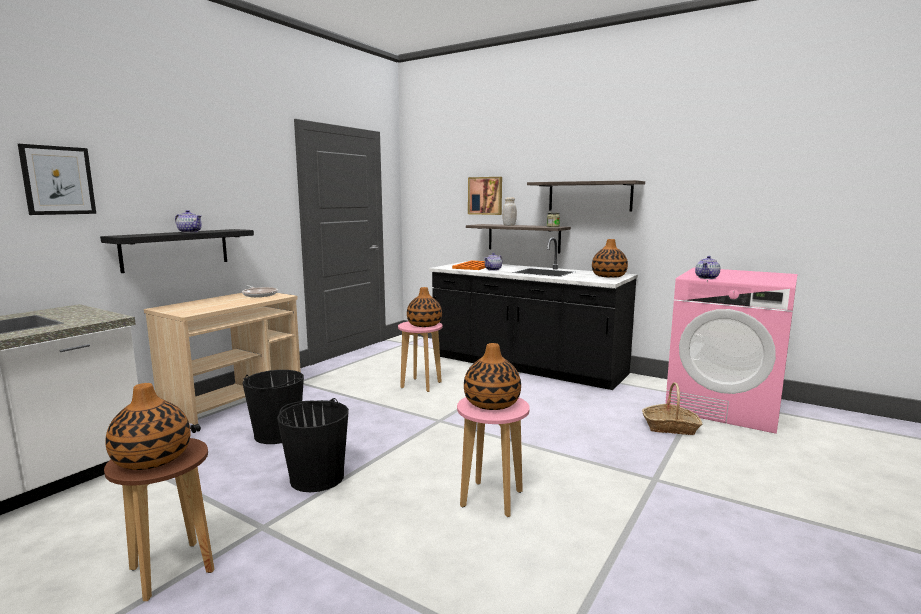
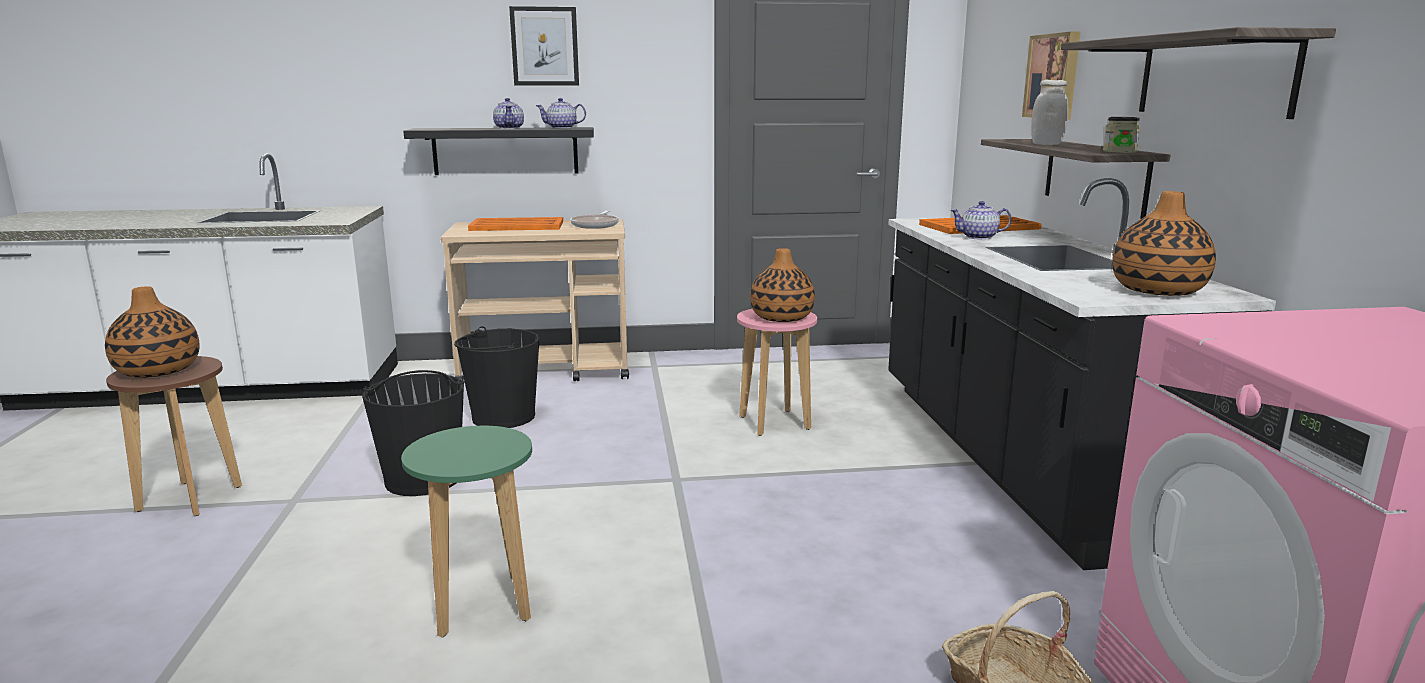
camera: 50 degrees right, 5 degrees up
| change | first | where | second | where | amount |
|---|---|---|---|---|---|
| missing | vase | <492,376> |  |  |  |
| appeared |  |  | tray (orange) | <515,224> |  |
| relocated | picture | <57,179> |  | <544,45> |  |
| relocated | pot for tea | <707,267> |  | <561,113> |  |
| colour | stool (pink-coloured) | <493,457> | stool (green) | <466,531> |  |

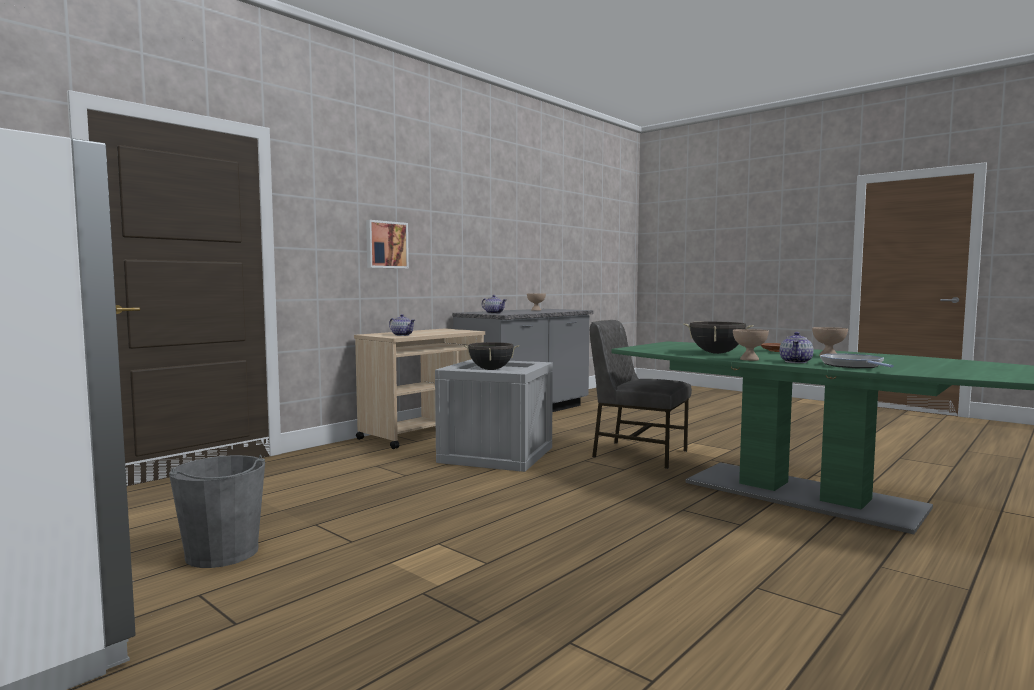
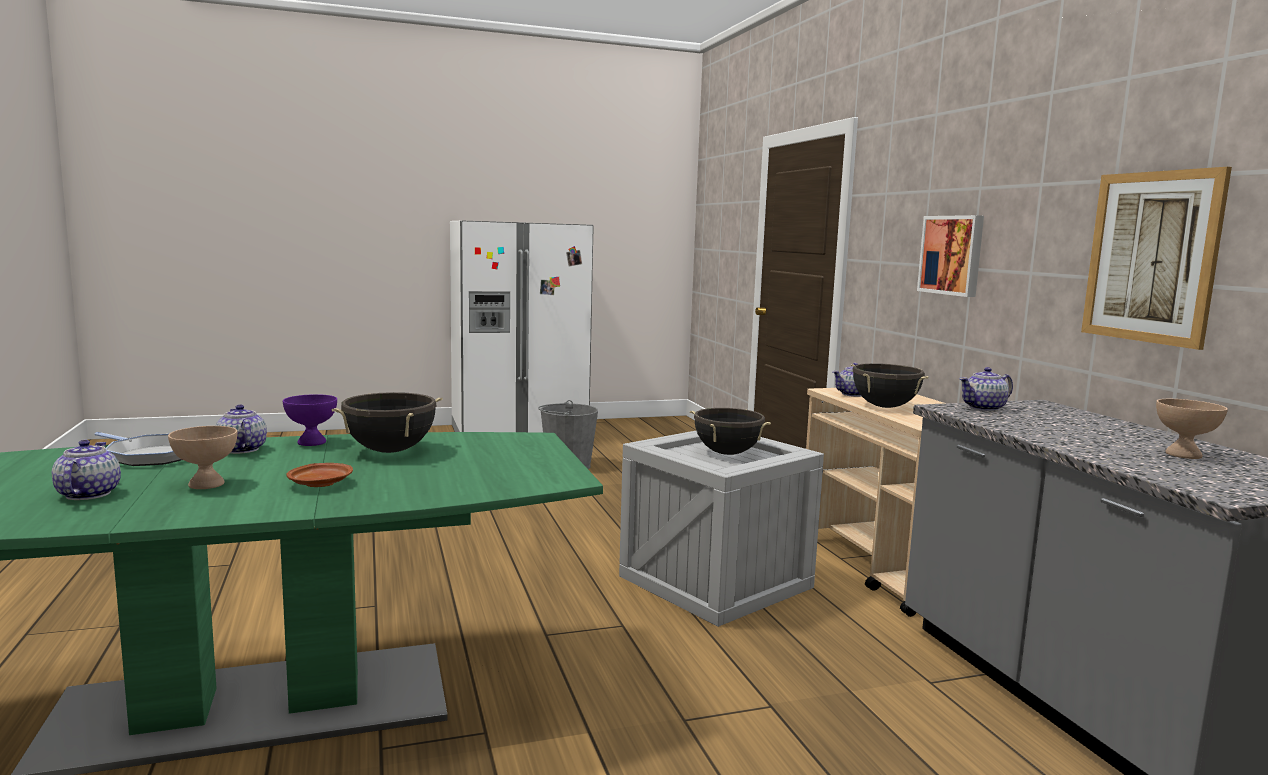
camera: 120 degrees right, 5 degrees up
| change | first | where | second | where | amount |
|---|---|---|---|---|---|
| missing | chair (greyish) | <641,394> |  |  |  |
| appeared |  |  | pot for tea | <86,470> |  |
| appeared |  |  | cooking pot (black) | <889,385> |  |
| appeared |  |  | picture | <1156,258> |  |
| colour | bowl (beige-coloured) | <751,345> | bowl (purple-coloured) | <310,420> |  |

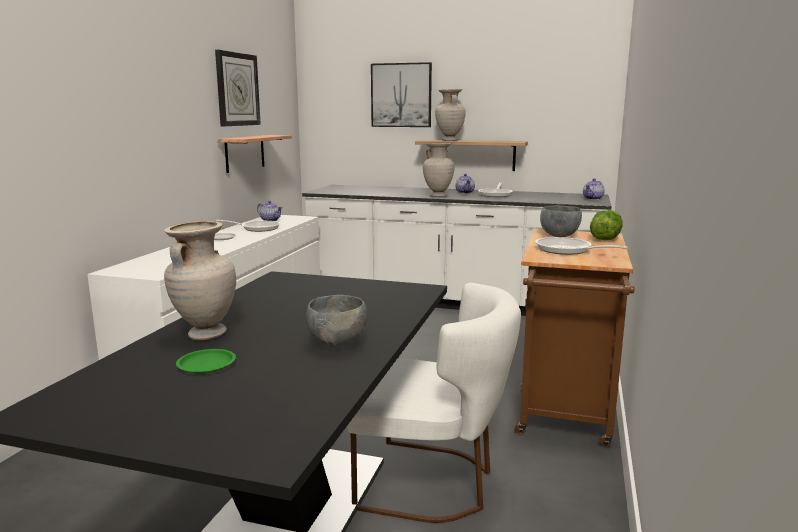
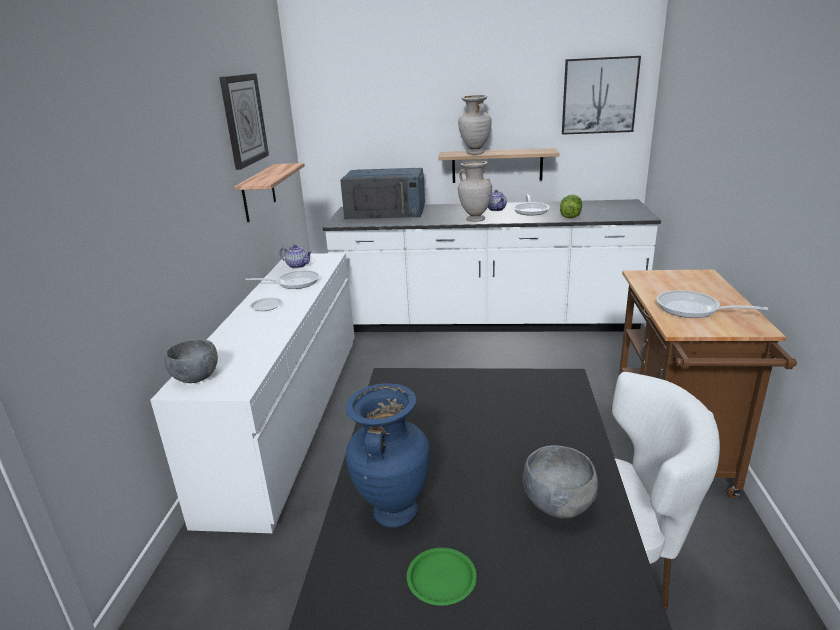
camera: 10 degrees left, 10 degrees up
| change | first | where | second | where | amount |
|---|---|---|---|---|---|
| missing | pot for tea | <594,189> |  |  |  |
| appeared |  |  | microwave oven (blue) | <382,193> |  |
| relocated | picture | <401,94> |  | <601,95> |  |
| relocated | bowl (greyish) | <561,221> |  | <191,361> |  |
| relocated | lettuce head | <606,225> |  | <571,206> |  |
| colour | vase (beige-coloured) | <200,280> | vase (blue) | <388,455> |  |

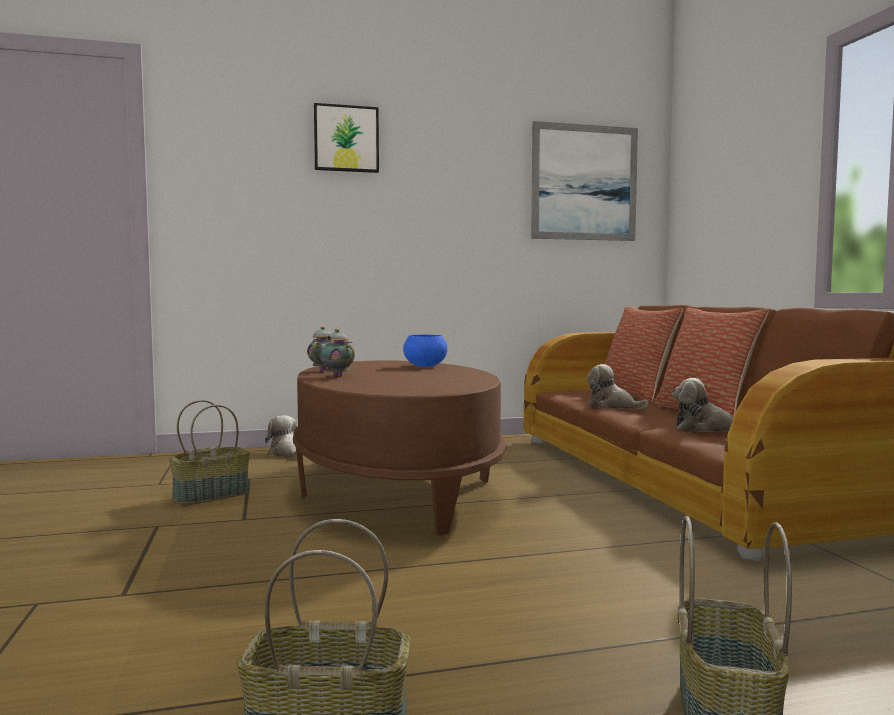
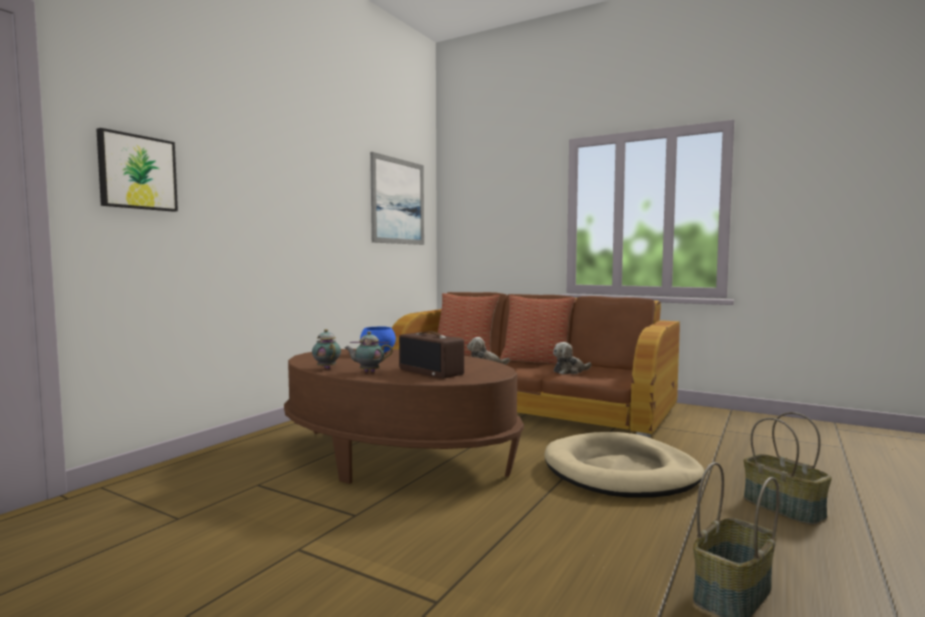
camera: 45 degrees left, 0 degrees up
| change | first | where | second | where | amount |
|---|---|---|---|---|---|
| missing | household basket | <209,452> |  |  |  |
| missing | soft toy | <281,436> |  |  |  |
| appeared |  |  | radio receiver | <431,355> |  |
| appeared |  |  | dog cushion (beige-coloured) | <624,465> |  |
| relocated | picture | <346,138> |  | <137,170> |  |

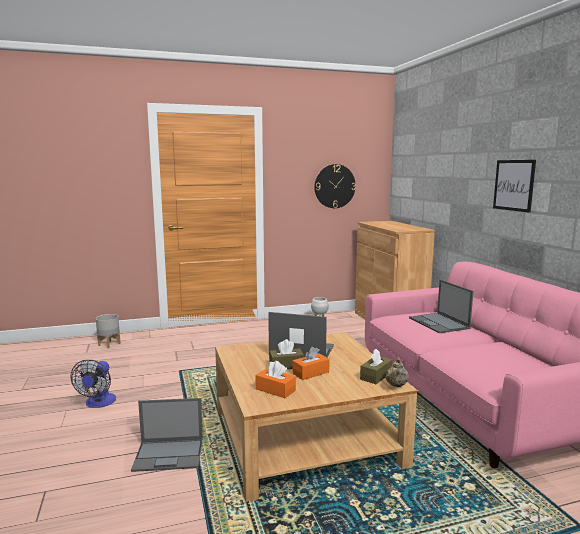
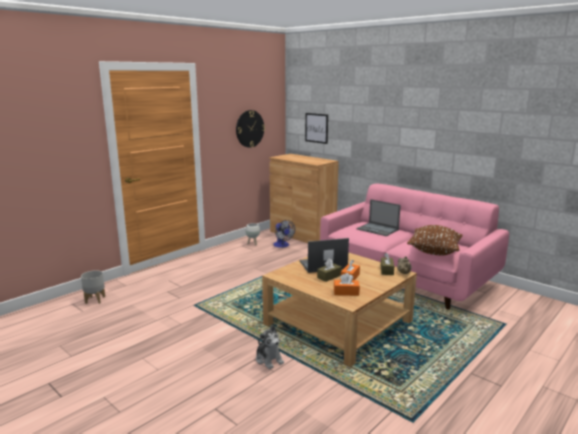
camera: 30 degrees left, 5 degrees up
| change | first | where | second | where | amount |
|---|---|---|---|---|---|
| appeared |  |  | throw pillow (brownish) | <435,240> |  |
| relocated | cooling fan | <93,384> |  | <284,234> |  |
| relocated | picture | <514,186> |  | <316,128> |  |
| exchanged | laptop | <167,435> | soft toy | <270,347> |  |

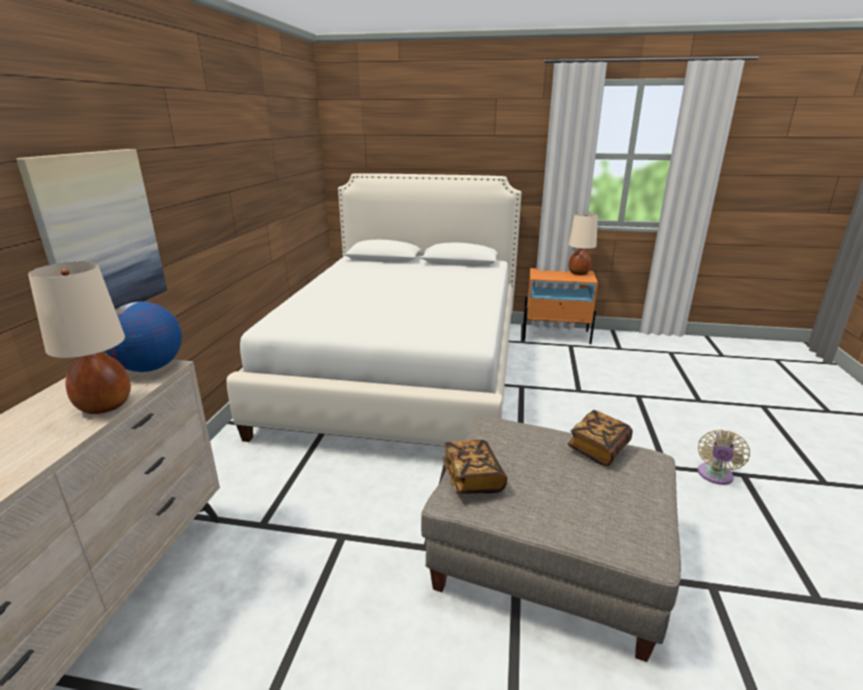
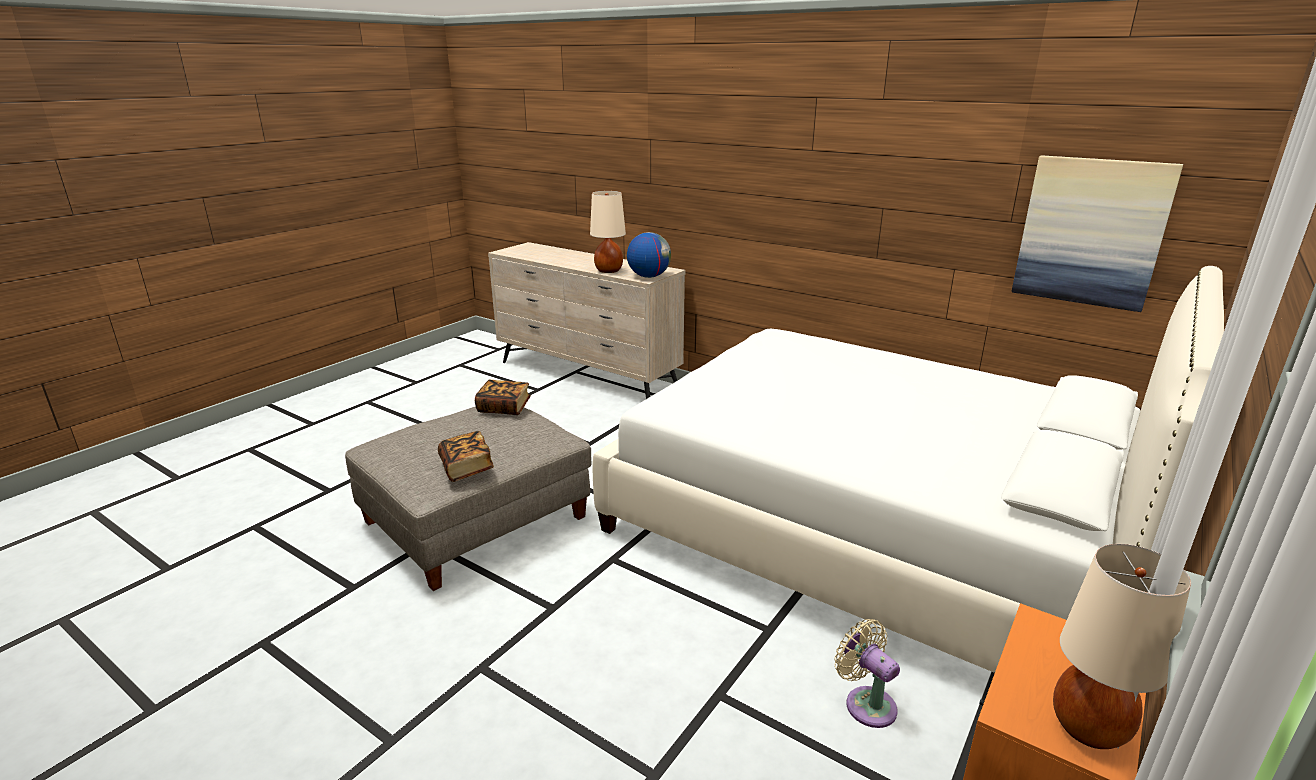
camera: 115 degrees right, 0 degrees up
| change | first | where | second | where | amount |
|---|---|---|---|---|---|
| relocated | picture | <91,229> |  | <1097,233> |  |
| relocated | cooling fan (beige-coloured) | <724,457> |  | <867,673> |  |

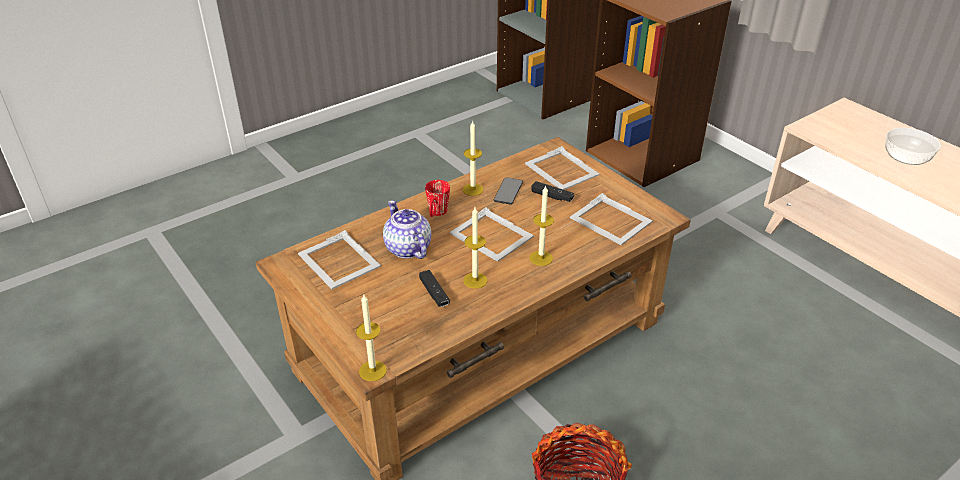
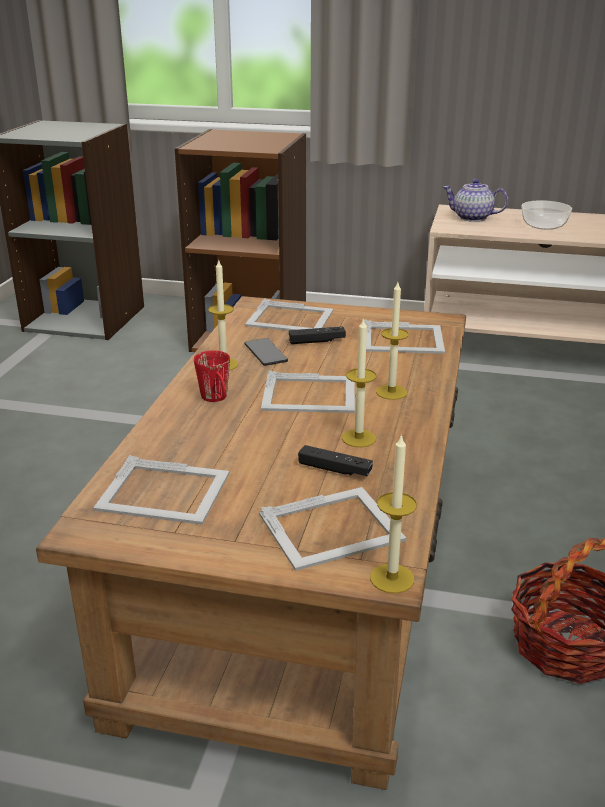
camera: 40 degrees left, 10 degrees down
| change | first | where | second | where | amount |
|---|---|---|---|---|---|
| appeared |  |  | photo frame | <332,529> |  |
| relocated | pot for tea | <407,229> |  | <475,200> |  |

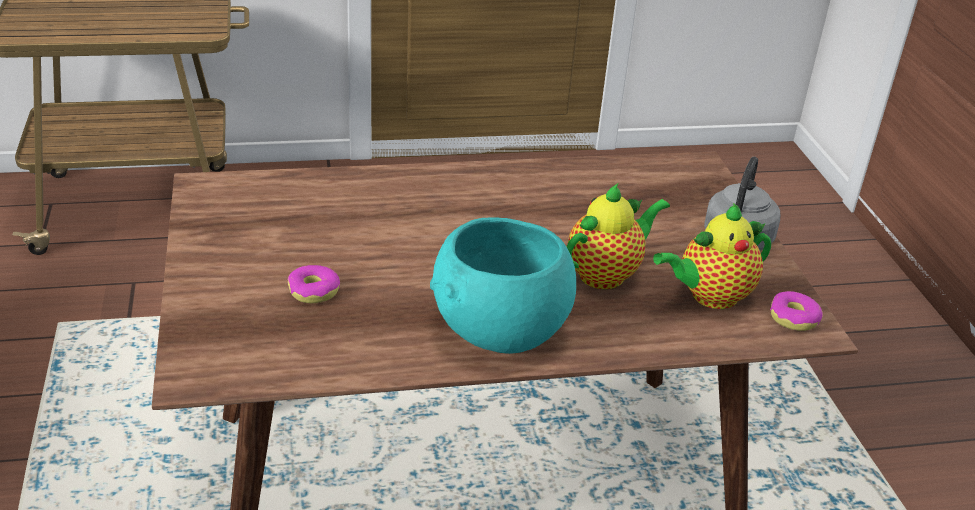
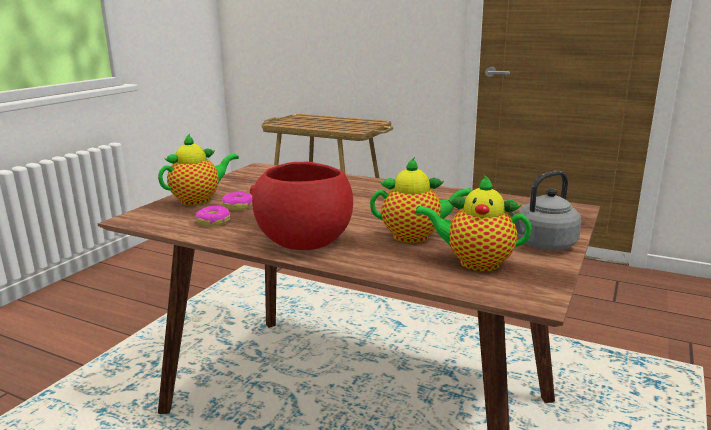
camera: 40 degrees right, 15 degrees down
| change | first | where | second | where | amount |
|---|---|---|---|---|---|
| appeared |  |  | pot for tea | <198,169> |  |
| relocated | ring doughnut | <796,311> |  | <213,216> |  |
| colour | bowl (blue-green) | <503,286> | bowl (red-coloured) | <301,205> |  |

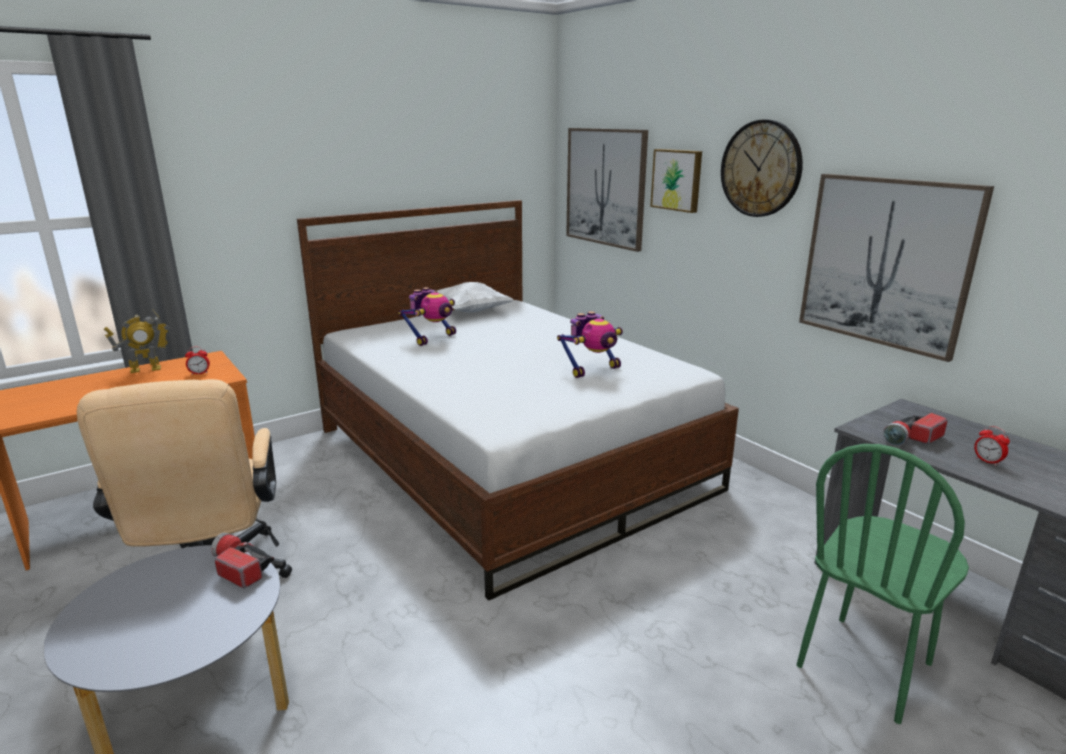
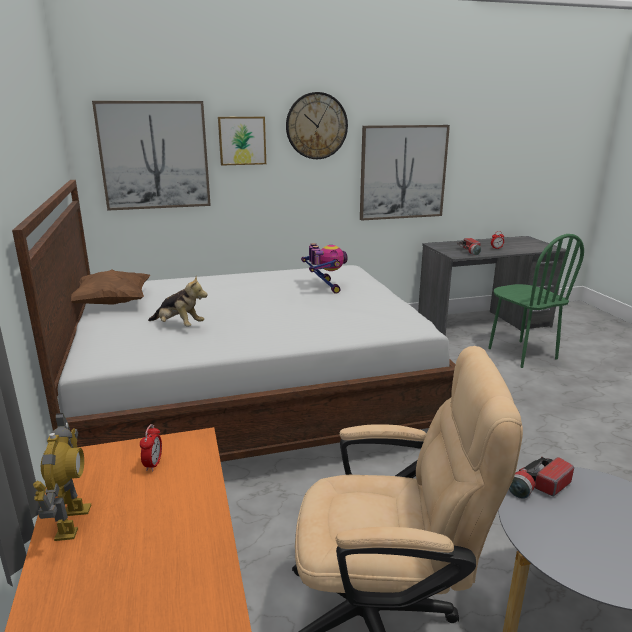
camera: 70 degrees left, 0 degrees up
| change | first | where | second | where | amount |
|---|---|---|---|---|---|
| exchanged | toy robot | <427,316> | soft toy | <178,301> |  |
| colour | throw pillow (white) | <475,297> | throw pillow (brownish) | <110,287> |  |

